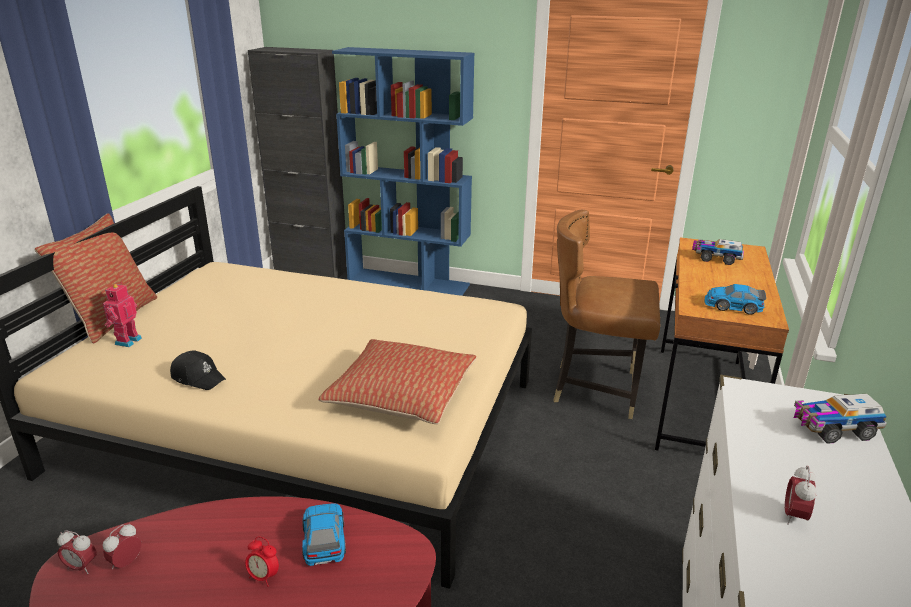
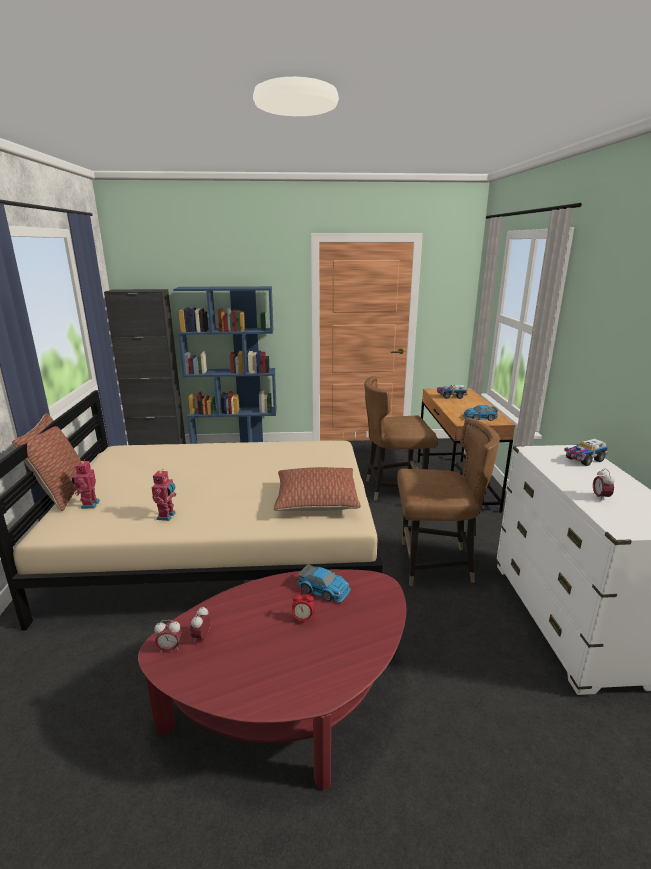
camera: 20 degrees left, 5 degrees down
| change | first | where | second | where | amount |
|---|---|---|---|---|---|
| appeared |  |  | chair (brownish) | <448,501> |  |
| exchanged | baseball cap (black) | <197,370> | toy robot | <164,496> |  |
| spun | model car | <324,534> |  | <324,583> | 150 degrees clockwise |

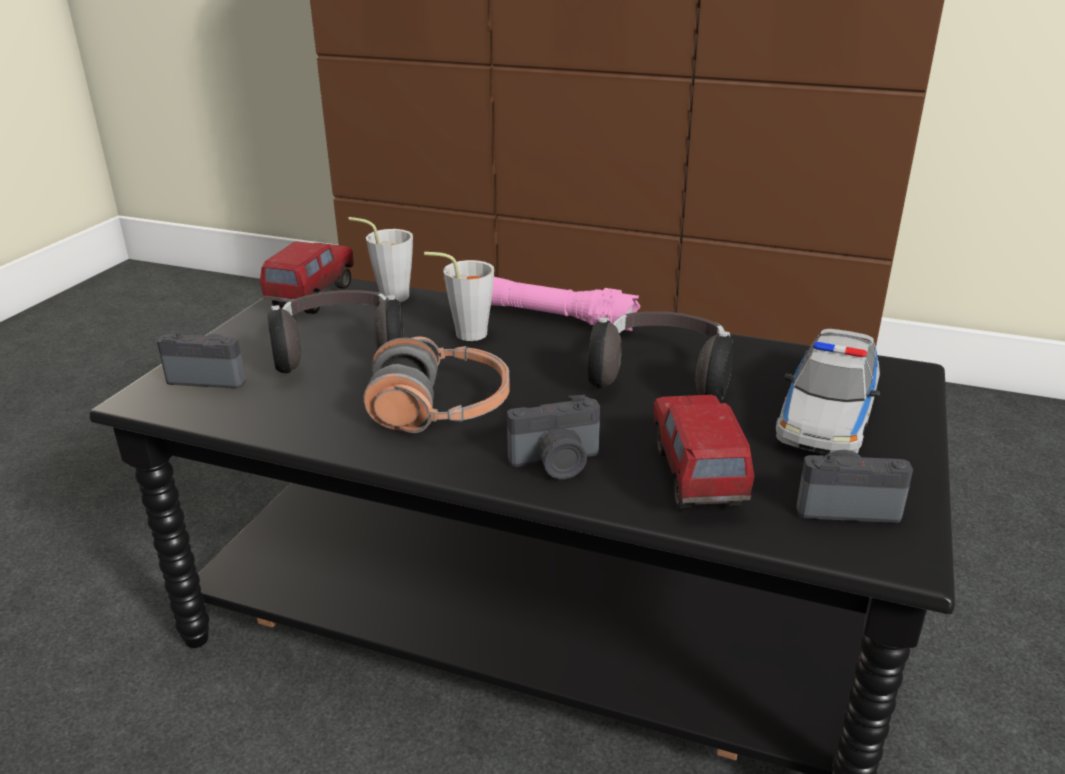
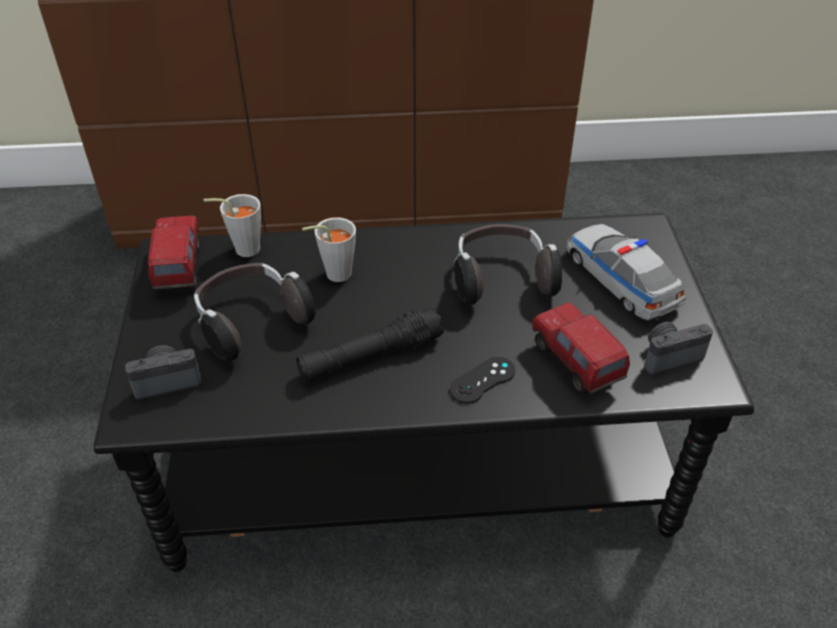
camera: 25 degrees left, 15 degrees up
| change | first | where | second | where | amount |
|---|---|---|---|---|---|
| missing | hand torch (pink-coloured) | <565,304> |  |  |  |
| exchanged | headphones | <436,384> | hand torch (black) | <370,344> |  |
| exchanged | photo camera | <553,437> | joypad (black) | <482,380> |  |
| spun | model car | <828,391> |  | <626,272> | 150 degrees clockwise |

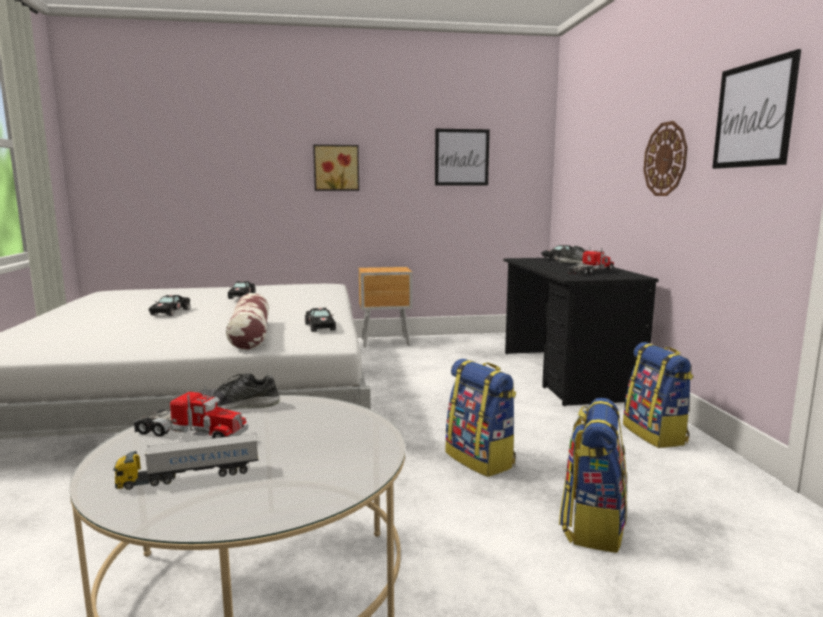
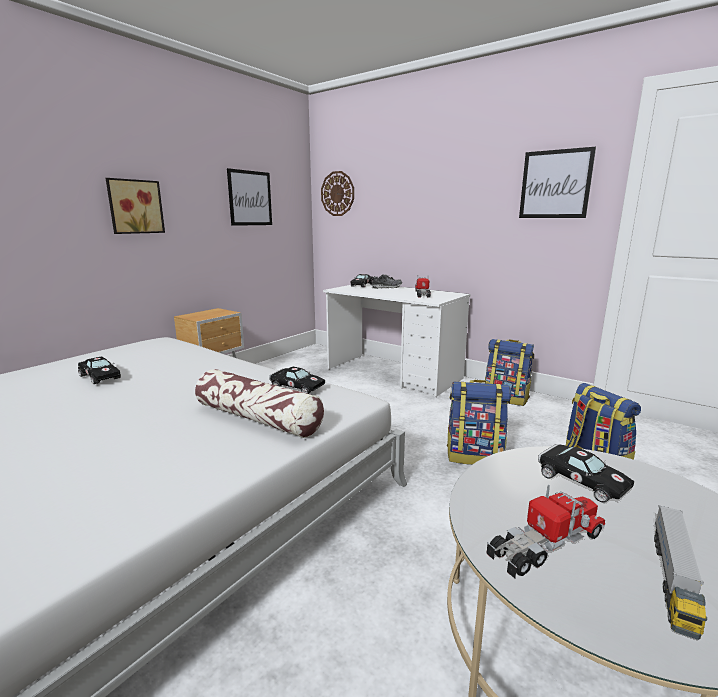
camera: 45 degrees left, 5 degrees up
| change | first | where | second | where | amount |
|---|---|---|---|---|---|
| missing | item of footwear | <239,392> |  |  |  |
| relocated | model car (black) | <169,305> |  | <586,473> |  |
| relocated | hanging clock | <665,158> |  | <337,193> |  |
| colour | desk (black) | <581,332> | desk (white) | <397,340> |  |

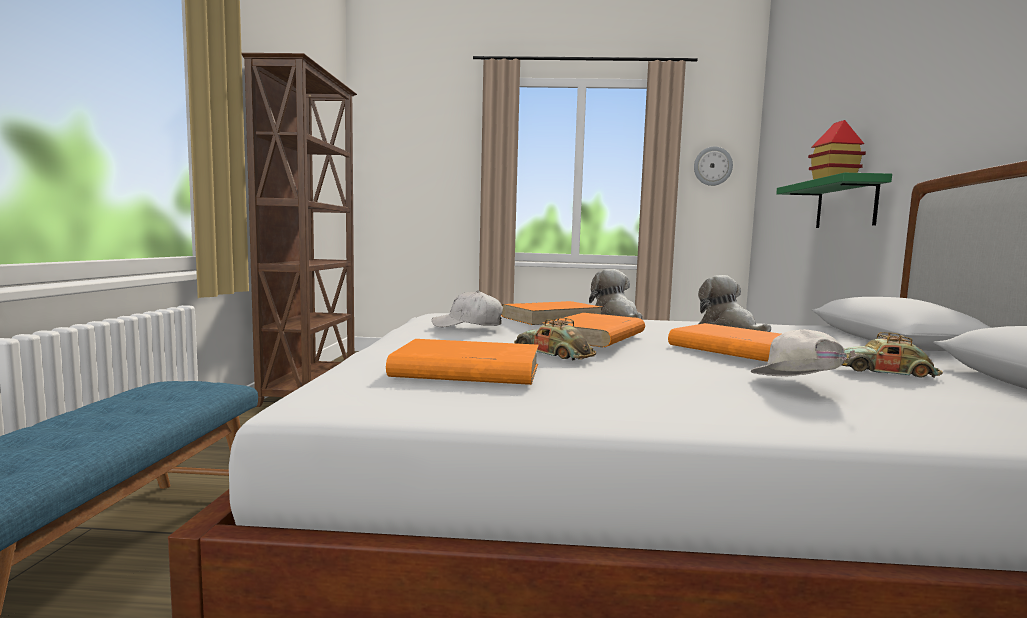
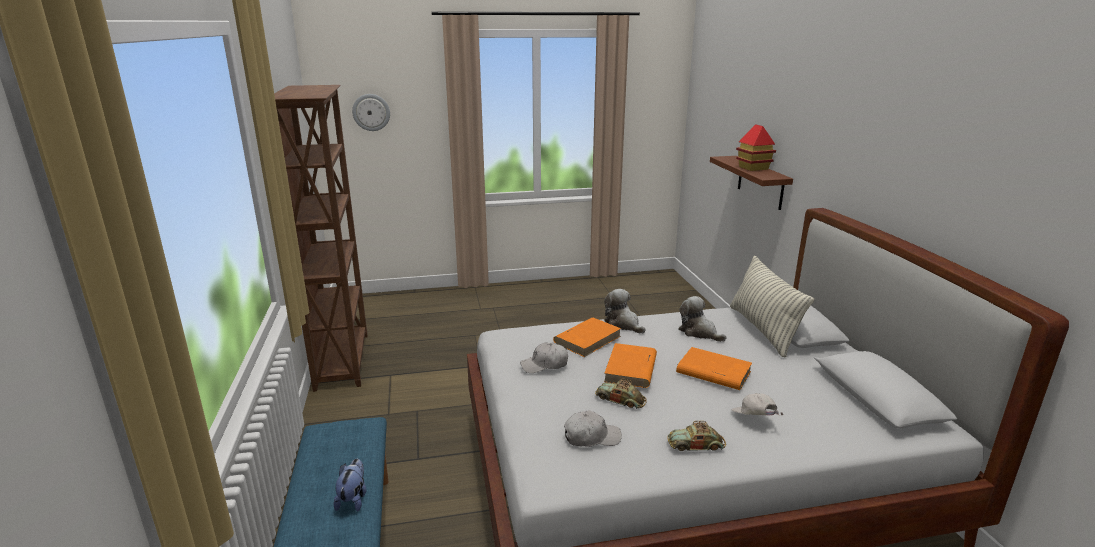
camera: 15 degrees left, 15 degrees up
| change | first | where | second | where | amount |
|---|---|---|---|---|---|
| appeared |  |  | soft toy | <349,485> |  |
| appeared |  |  | throw pillow | <772,306> |  |
| relocated | hanging clock | <713,166> |  | <371,112> |  |
| relocated | model car | <892,355> |  | <696,436> |  |
| exchanged | bound book (orange) | <462,362> | baseball cap (white) | <593,428> |  |
| colour | bracket shelf (green) | <834,200> | bracket shelf (brownish) | <751,183> |  |

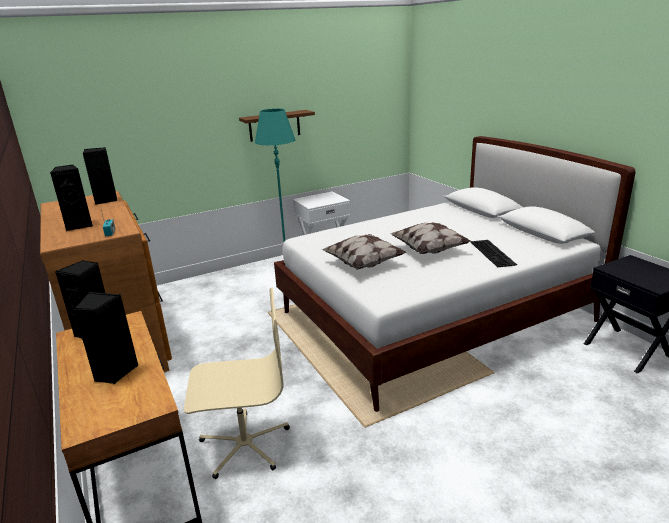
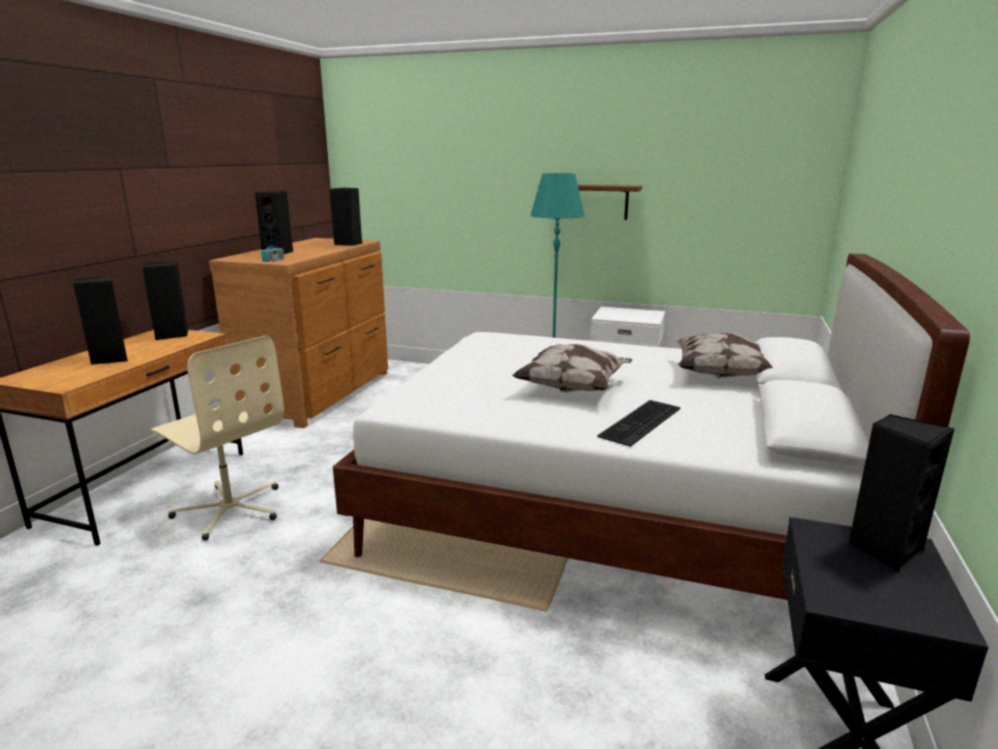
camera: 45 degrees right, 5 degrees down
| change | first | where | second | where | amount |
|---|---|---|---|---|---|
| appeared |  |  | speaker (black) | <901,493> |  |
| relocated | throw pillow | <364,252> |  | <724,356> |  |

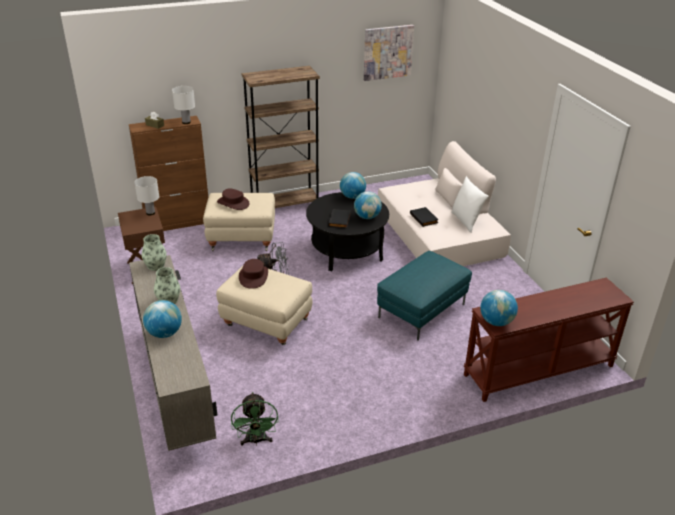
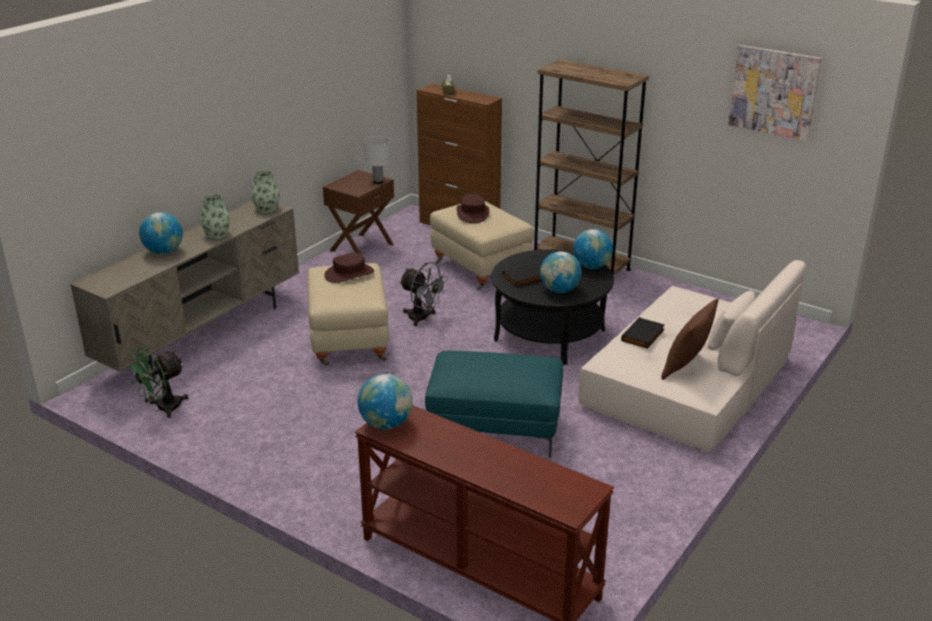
camera: 55 degrees right, 5 degrees down
| change | first | where | second | where | amount |
|---|---|---|---|---|---|
| missing | lamp for a table (white) | <183,105> |  |  |  |
| colour | throw pillow (white) | <469,204> | throw pillow (brownish) | <690,339> |  |

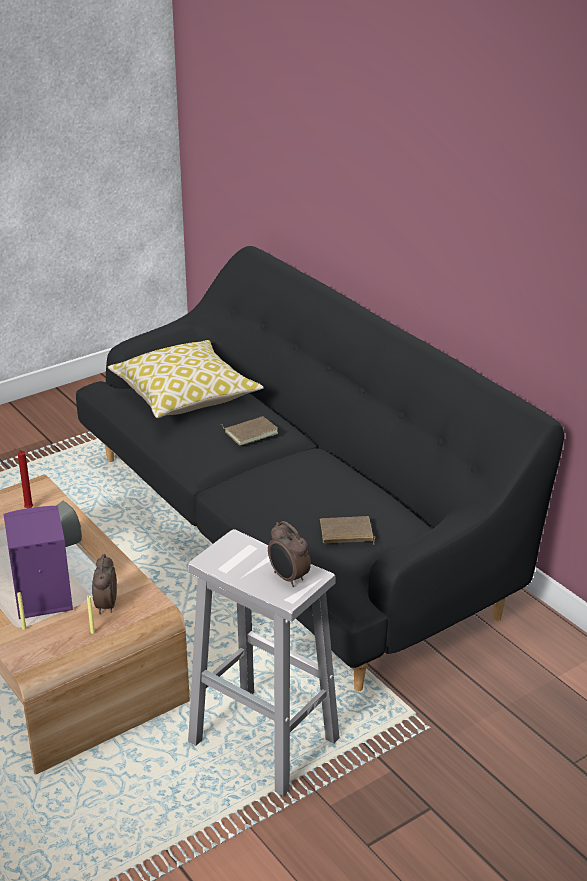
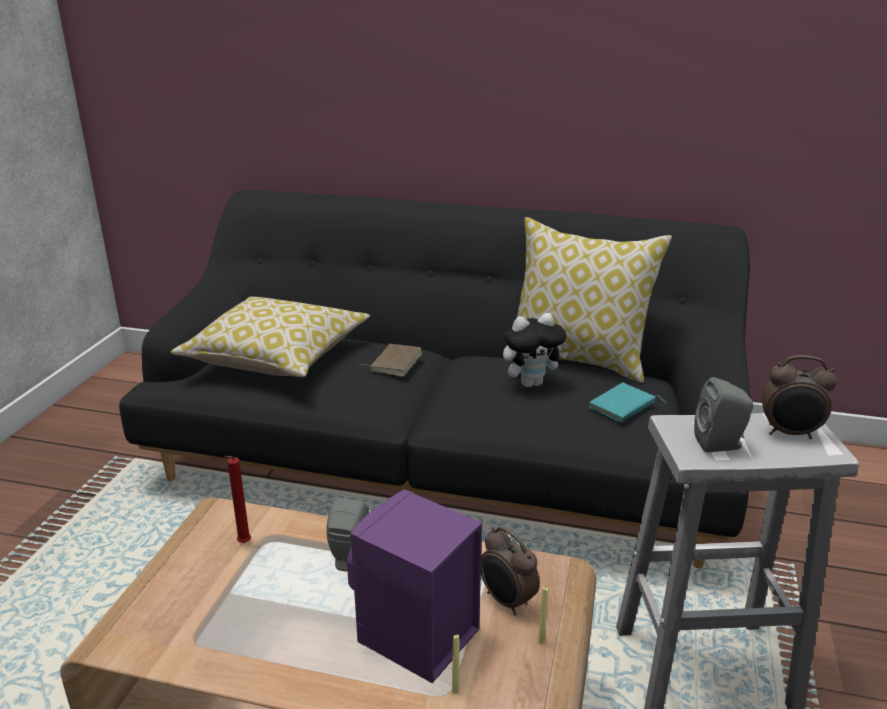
camera: 40 degrees left, 5 degrees down
| change | first | where | second | where | amount |
|---|---|---|---|---|---|
| appeared |  |  | soft toy | <535,350> |  |
| appeared |  |  | throw pillow | <594,300> |  |
| appeared |  |  | speaker (greyish) | <723,414> |  |
| colour | bound book (brownish) | <348,530> | bound book (blue-green) | <627,403> |  |

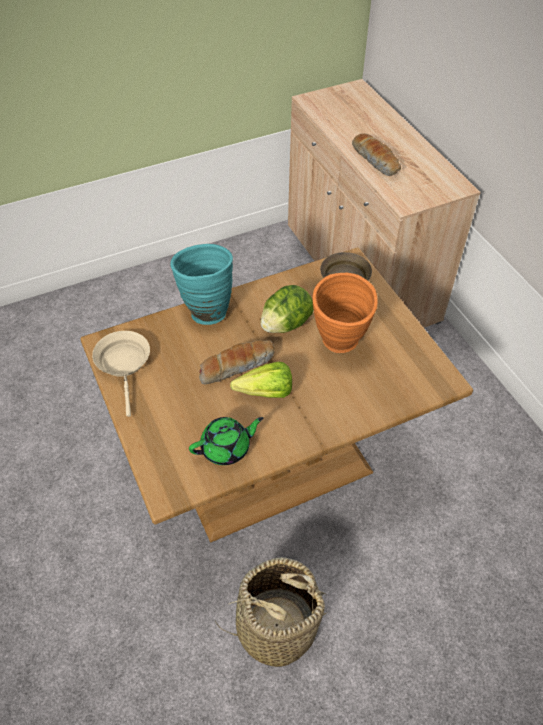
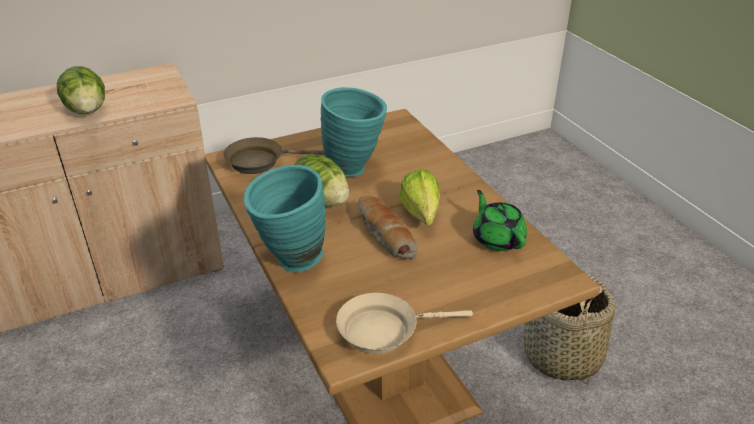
camera: 90 degrees left, 15 degrees down
| change | first | where | second | where | amount |
|---|---|---|---|---|---|
| exchanged | bread | <376,154> | lettuce head | <81,90> |  |
| colour | vase (orange) | <345,313> | vase (blue-green) | <354,132> |  |

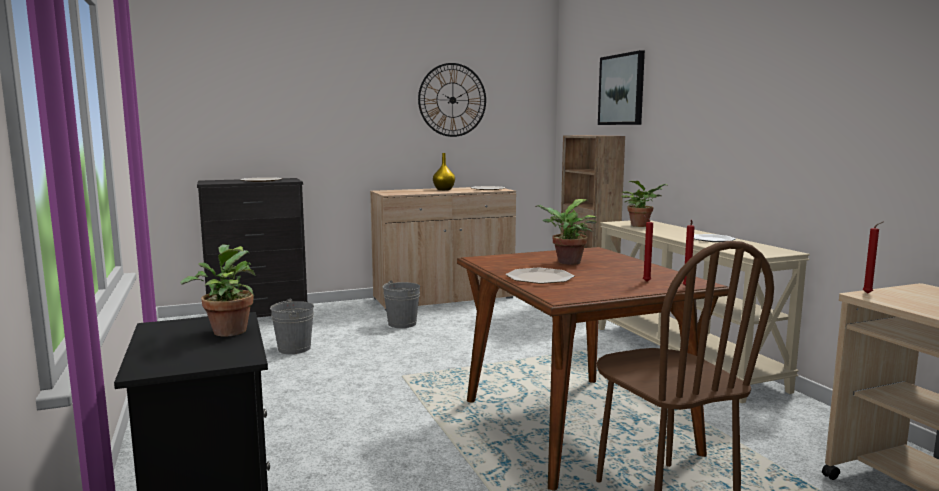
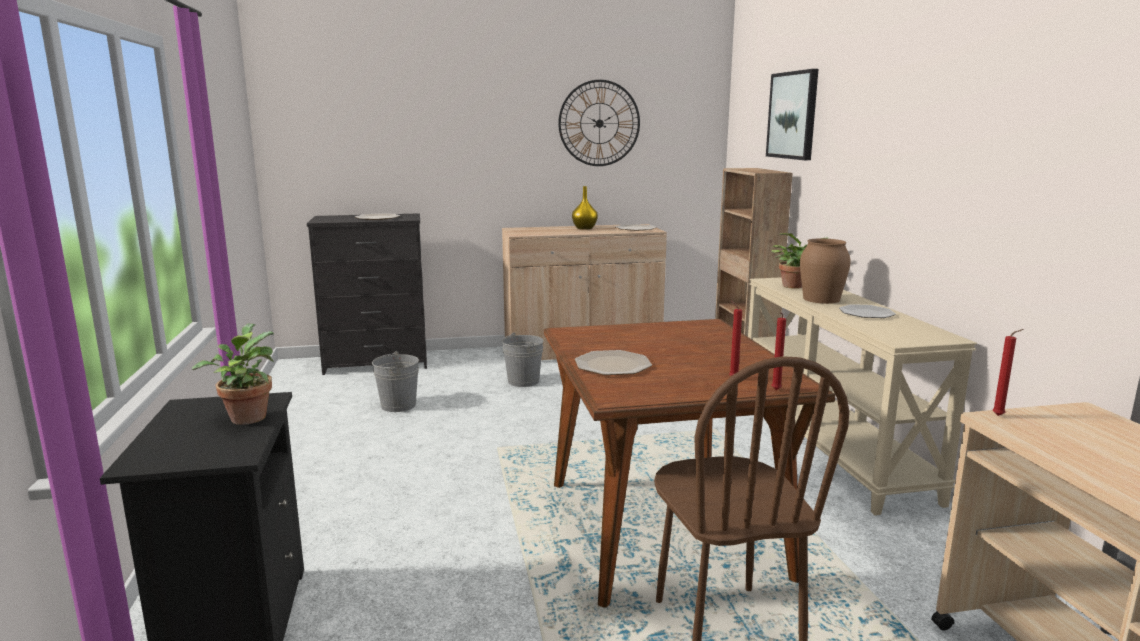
camera: 10 degrees right, 5 degrees up
| change | first | where | second | where | amount |
|---|---|---|---|---|---|
| missing | potted plant | <566,232> |  |  |  |
| appeared |  |  | vase (brownish) | <825,271> |  |

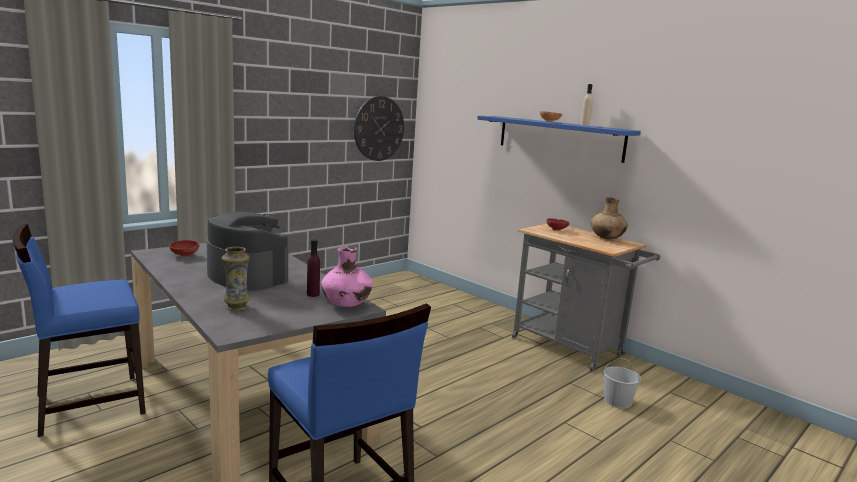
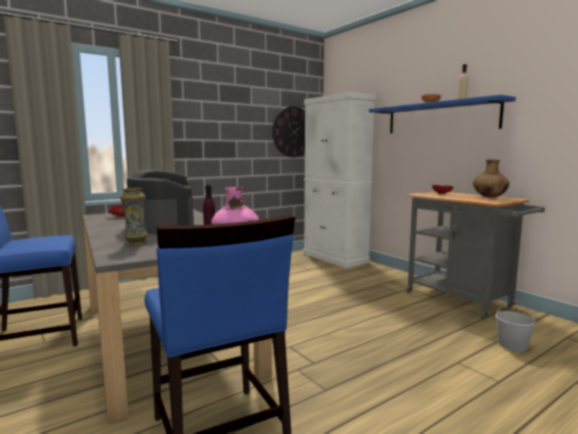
camera: 10 degrees right, 5 degrees down
| change | first | where | second | where | amount |
|---|---|---|---|---|---|
| appeared |  |  | storage cabinet (white) | <339,180> |  |

